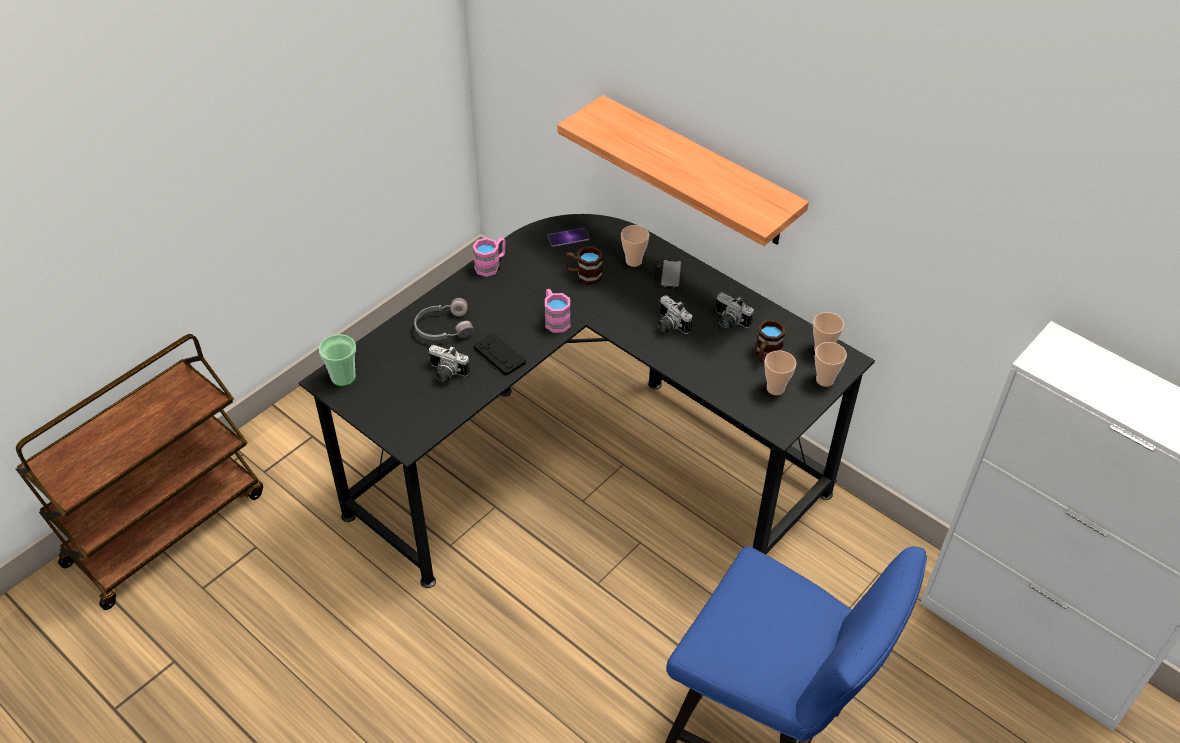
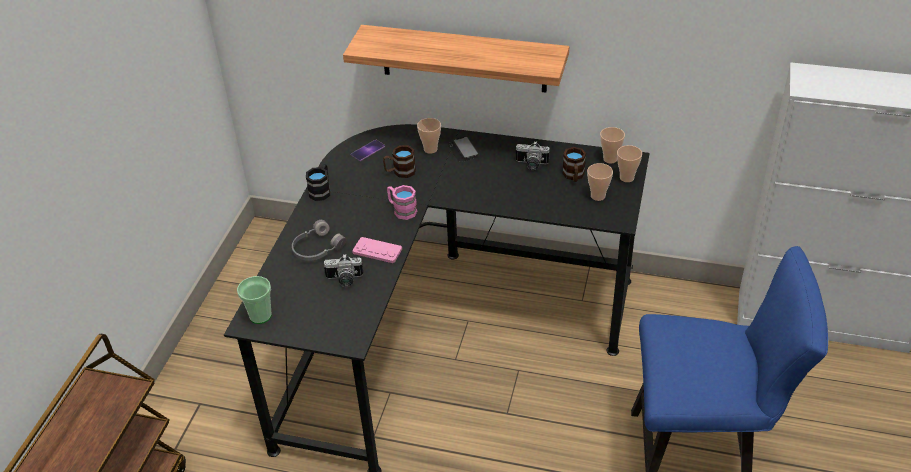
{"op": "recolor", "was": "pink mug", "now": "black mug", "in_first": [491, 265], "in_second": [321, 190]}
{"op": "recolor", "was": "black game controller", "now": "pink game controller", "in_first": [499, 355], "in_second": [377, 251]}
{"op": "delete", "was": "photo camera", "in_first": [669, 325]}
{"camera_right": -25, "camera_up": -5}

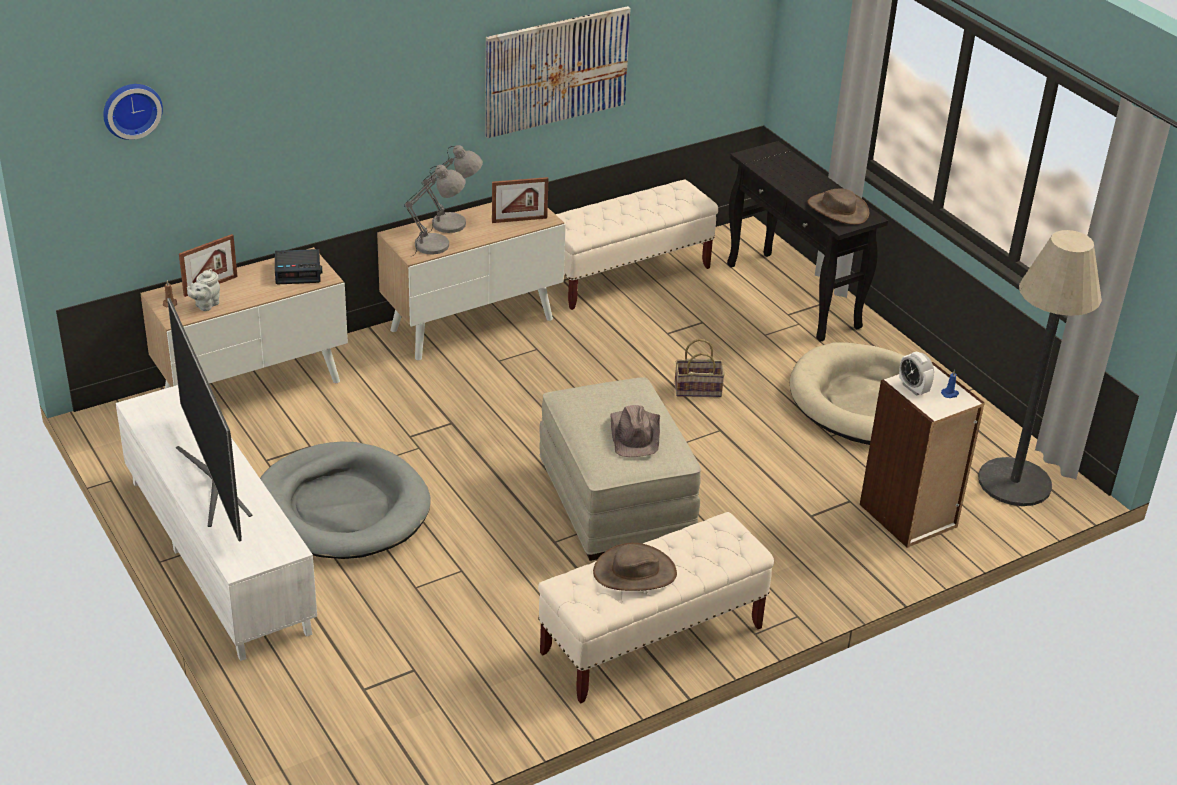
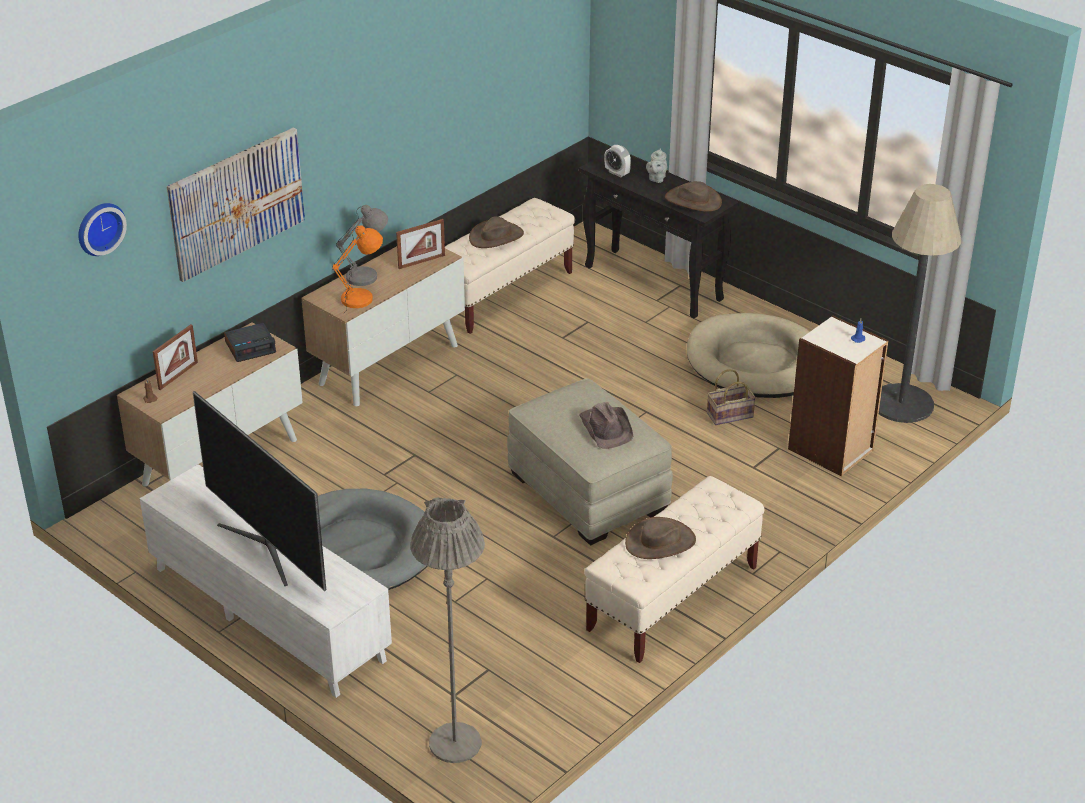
{"op": "move", "was": "grey teapot", "in_first": [205, 305], "in_second": [656, 179]}
{"op": "recolor", "was": "grey table lamp", "now": "orange table lamp", "in_first": [437, 245], "in_second": [361, 298]}
{"op": "move", "was": "picture", "in_first": [556, 71], "in_second": [237, 203]}
{"op": "move", "was": "basket", "in_first": [699, 389], "in_second": [730, 414]}
{"op": "move", "was": "alarm clock", "in_first": [913, 388], "in_second": [617, 173]}
{"op": "insert", "now": "grey floor lamp", "in_second": [455, 743]}
{"op": "insert", "now": "brown hat", "in_second": [496, 236]}
{"camera_right": -15, "camera_up": 0}

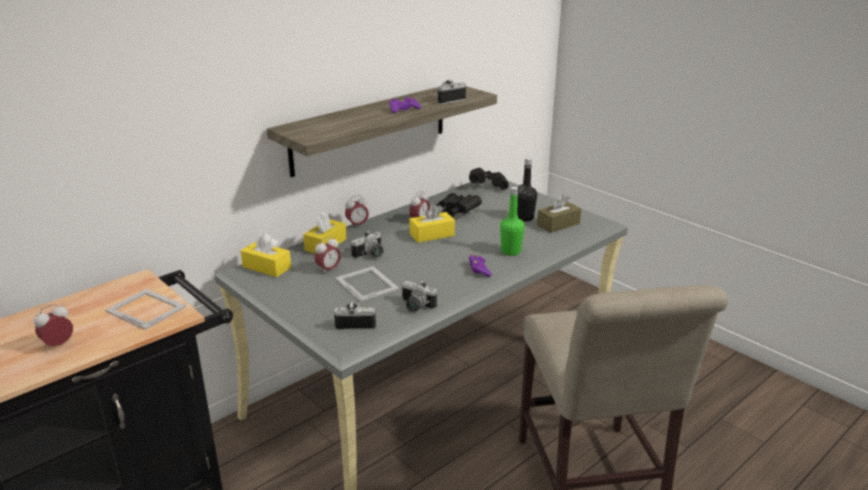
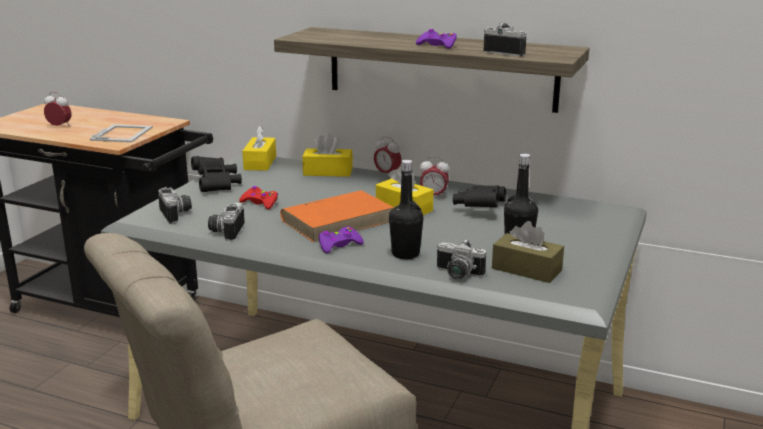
{"op": "delete", "was": "alarm clock", "in_first": [328, 270]}
{"op": "replace", "was": "picture frame", "now": "red game controller", "in_first": [367, 283], "in_second": [260, 203]}
{"op": "move", "was": "photo camera", "in_first": [370, 255], "in_second": [457, 275]}
{"op": "move", "was": "black binoculars", "in_first": [488, 185], "in_second": [217, 184]}
{"op": "recolor", "was": "green bottle", "now": "black bottle", "in_first": [511, 251], "in_second": [405, 254]}
{"op": "insert", "now": "orange book", "in_second": [338, 220]}
{"camera_right": 65, "camera_up": -5}

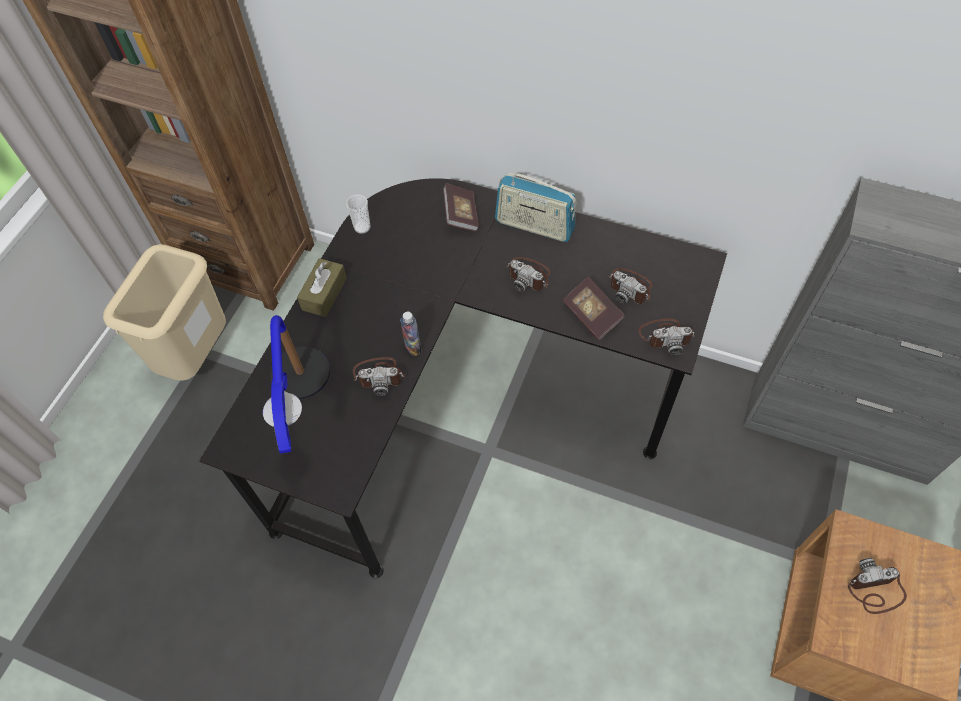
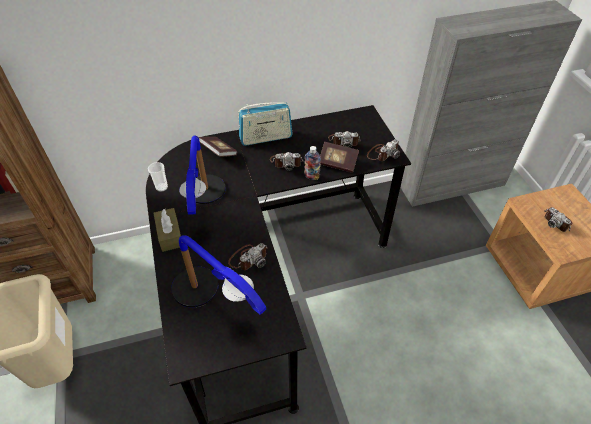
{"op": "move", "was": "bottle", "in_first": [413, 347], "in_second": [312, 176]}
{"op": "rotate", "was": "photo camera", "in_first": [875, 590], "in_second": [557, 221], "clockwise": -75}
{"op": "insert", "now": "table lamp", "in_second": [205, 206]}
{"camera_right": -40, "camera_up": -10}

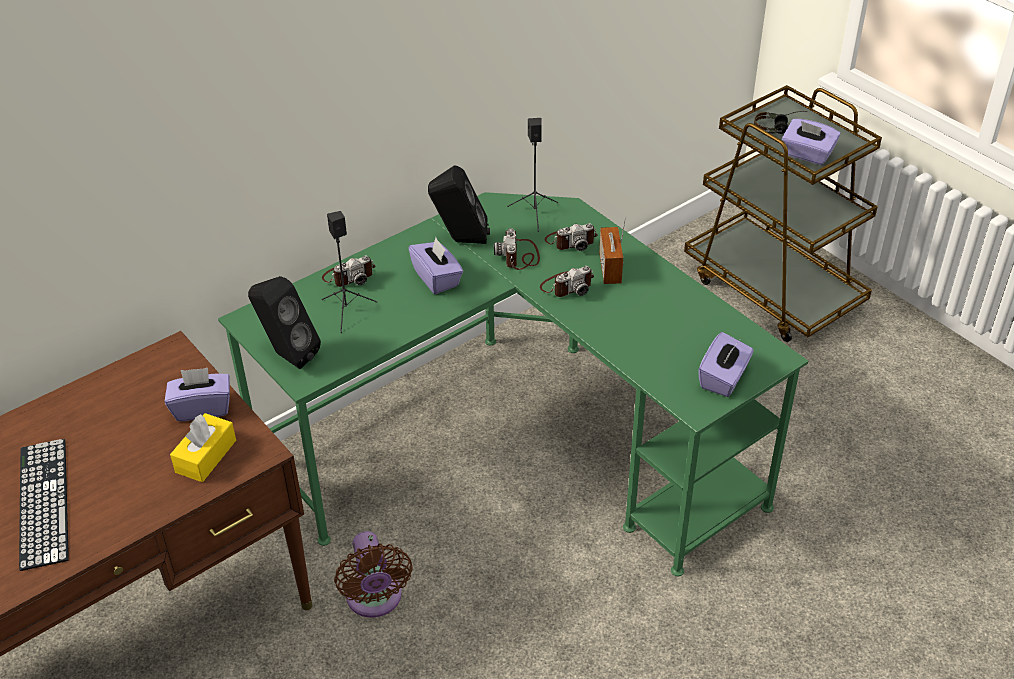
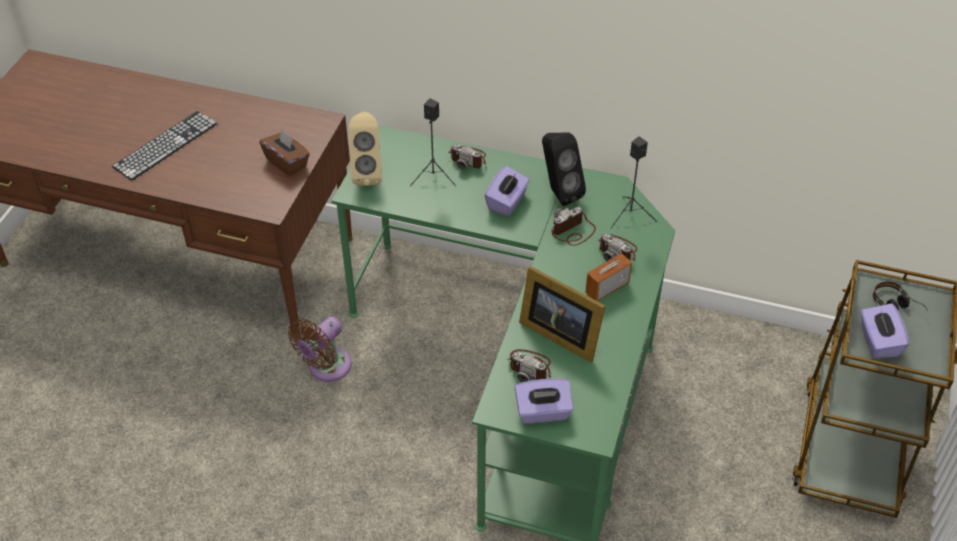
{"op": "recolor", "was": "purple tissue box", "now": "brown tissue box", "in_first": [202, 408], "in_second": [287, 162]}
{"op": "delete", "was": "yellow tissue box", "in_first": [206, 456]}
{"op": "recolor", "was": "black speaker", "now": "beige speaker", "in_first": [287, 355], "in_second": [368, 173]}
{"op": "move", "was": "photo camera", "in_first": [567, 286], "in_second": [530, 367]}
{"op": "insert", "now": "picture frame", "in_second": [559, 333]}
{"camera_right": 55, "camera_up": 5}

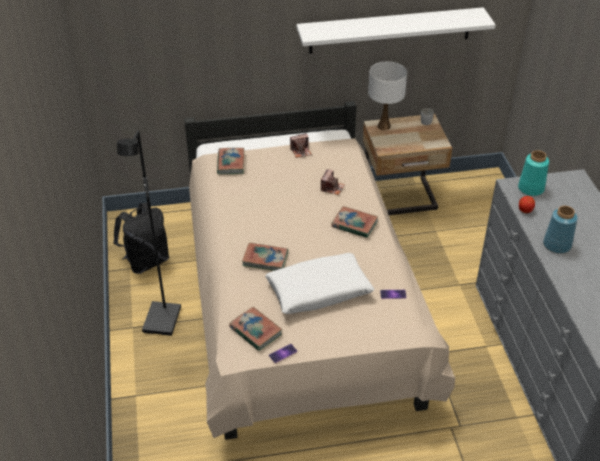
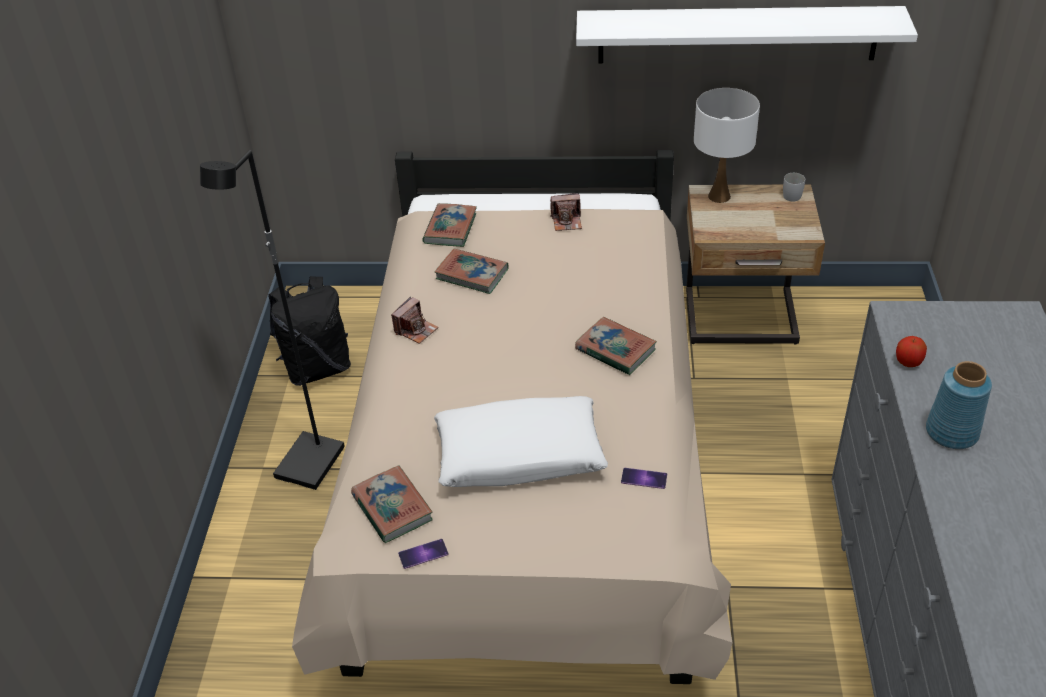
{"op": "move", "was": "book", "in_first": [265, 259], "in_second": [472, 274]}
{"op": "move", "was": "photo camera", "in_first": [332, 188], "in_second": [416, 330]}
{"op": "delete", "was": "turquoise vase", "in_first": [530, 188]}
{"camera_right": 15, "camera_up": 0}

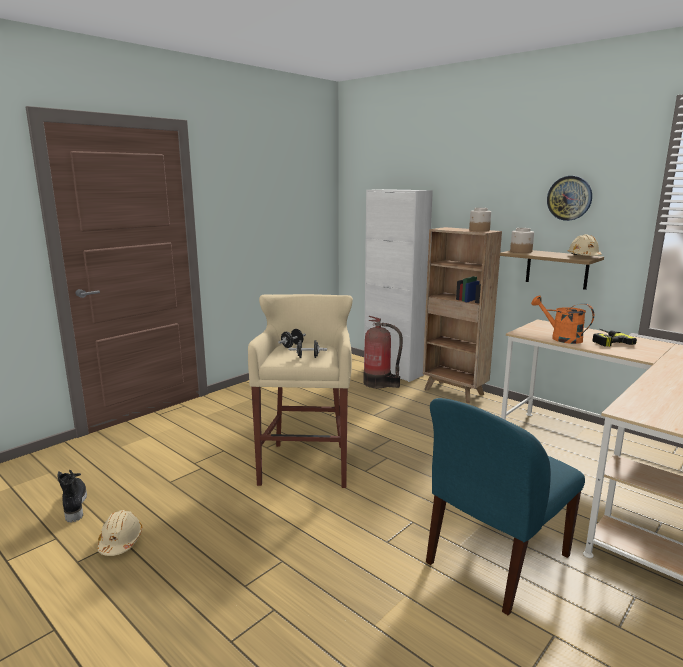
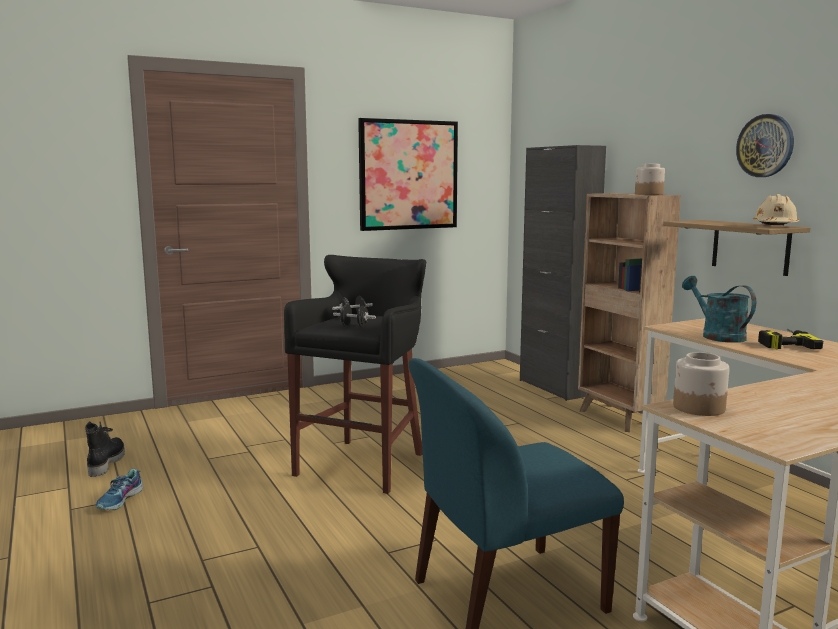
{"op": "replace", "was": "beige hard hat", "now": "shoe", "in_first": [120, 541], "in_second": [120, 500]}
{"op": "recolor", "was": "beige stool", "now": "black stool", "in_first": [306, 463], "in_second": [364, 463]}
{"op": "recolor", "was": "white cabinet", "now": "black cabinet", "in_first": [393, 371], "in_second": [555, 387]}
{"op": "delete", "was": "fire extinguisher", "in_first": [379, 383]}
{"op": "move", "was": "jar", "in_first": [521, 251], "in_second": [699, 408]}
{"op": "recolor", "was": "orange watering can", "now": "turquoise watering can", "in_first": [561, 338], "in_second": [717, 336]}
{"op": "insert", "now": "picture", "in_second": [408, 175]}
{"camera_right": 20, "camera_up": -5}

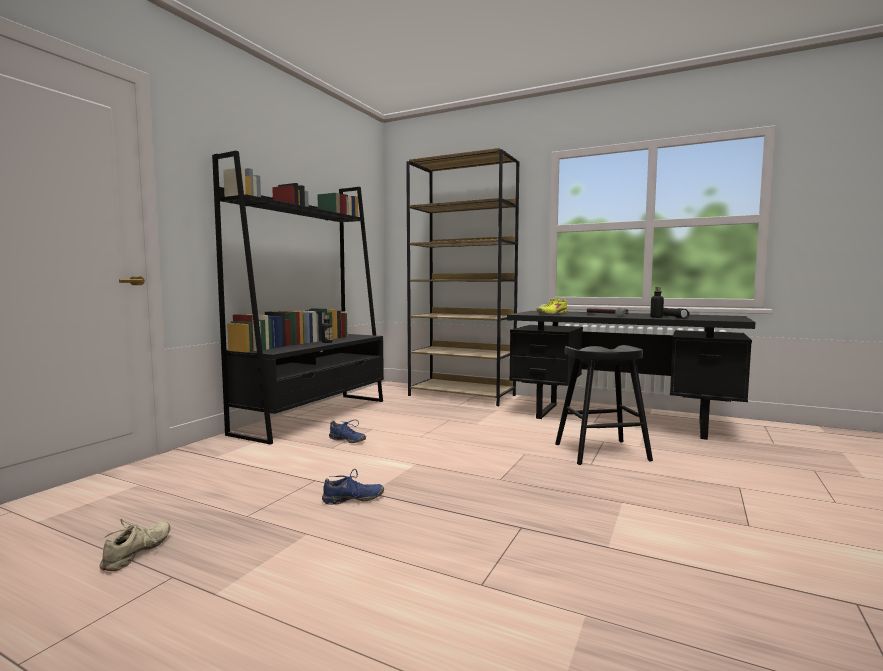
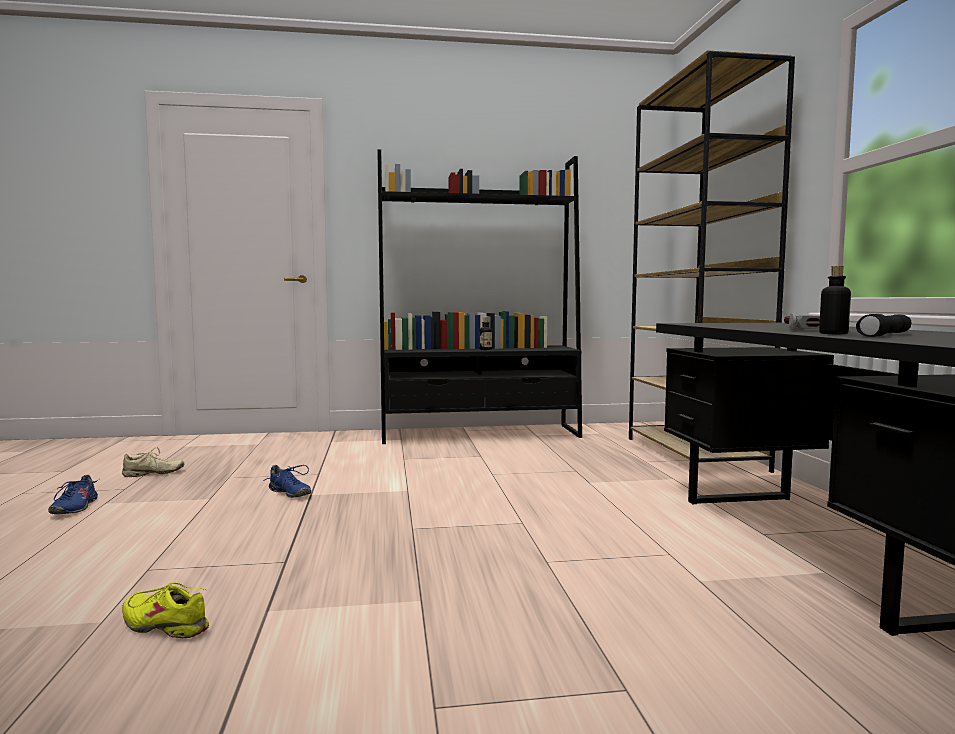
{"op": "move", "was": "blue shoe", "in_first": [347, 440], "in_second": [74, 508]}
{"op": "move", "was": "yellow shoe", "in_first": [552, 314], "in_second": [165, 625]}
{"op": "delete", "was": "black stool", "in_first": [601, 452]}
{"camera_right": 55, "camera_up": 0}

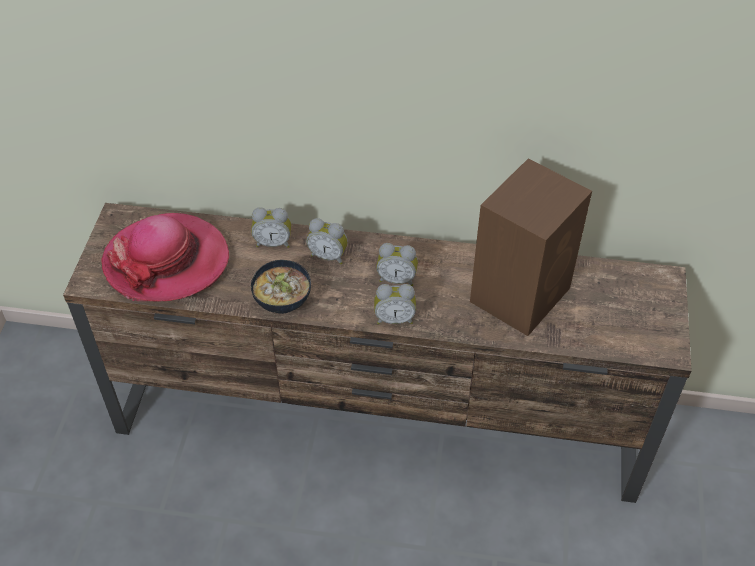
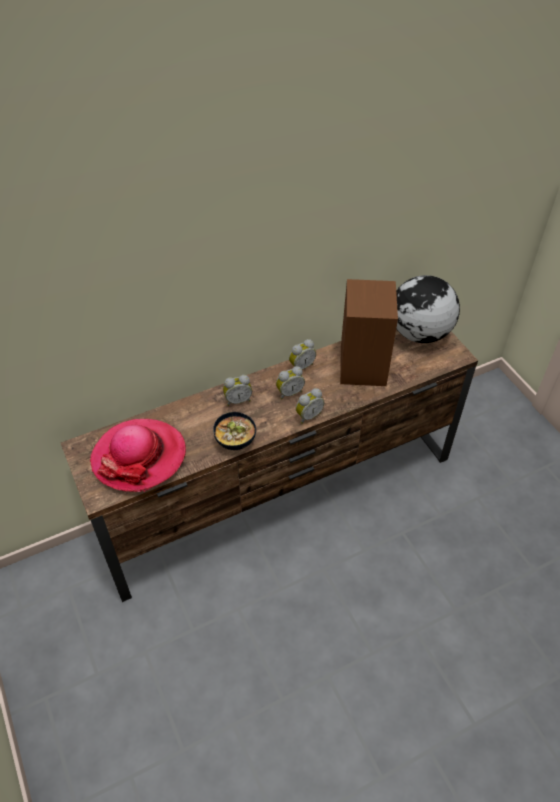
{"op": "move", "was": "alarm clock", "in_first": [273, 242], "in_second": [301, 366]}
{"op": "insert", "now": "globe", "in_second": [419, 333]}
{"camera_right": -35, "camera_up": 0}

